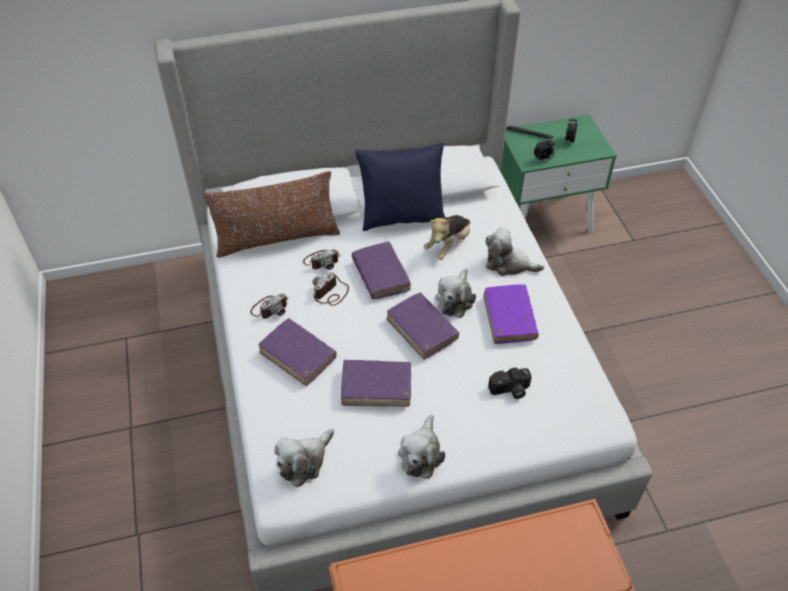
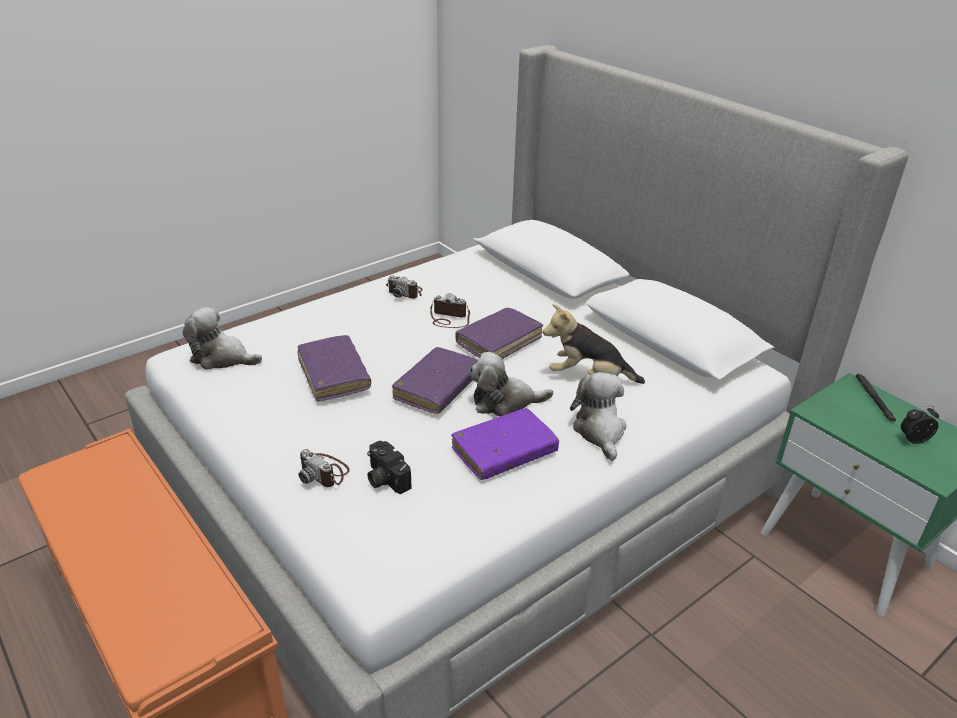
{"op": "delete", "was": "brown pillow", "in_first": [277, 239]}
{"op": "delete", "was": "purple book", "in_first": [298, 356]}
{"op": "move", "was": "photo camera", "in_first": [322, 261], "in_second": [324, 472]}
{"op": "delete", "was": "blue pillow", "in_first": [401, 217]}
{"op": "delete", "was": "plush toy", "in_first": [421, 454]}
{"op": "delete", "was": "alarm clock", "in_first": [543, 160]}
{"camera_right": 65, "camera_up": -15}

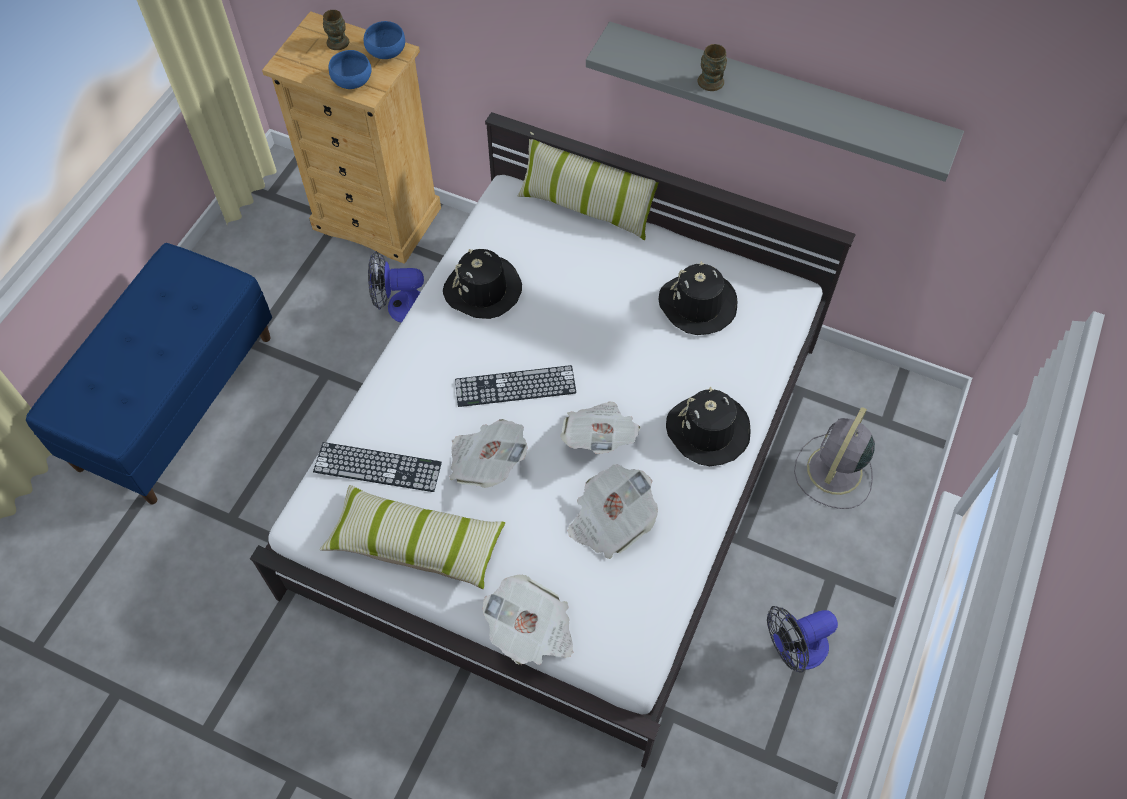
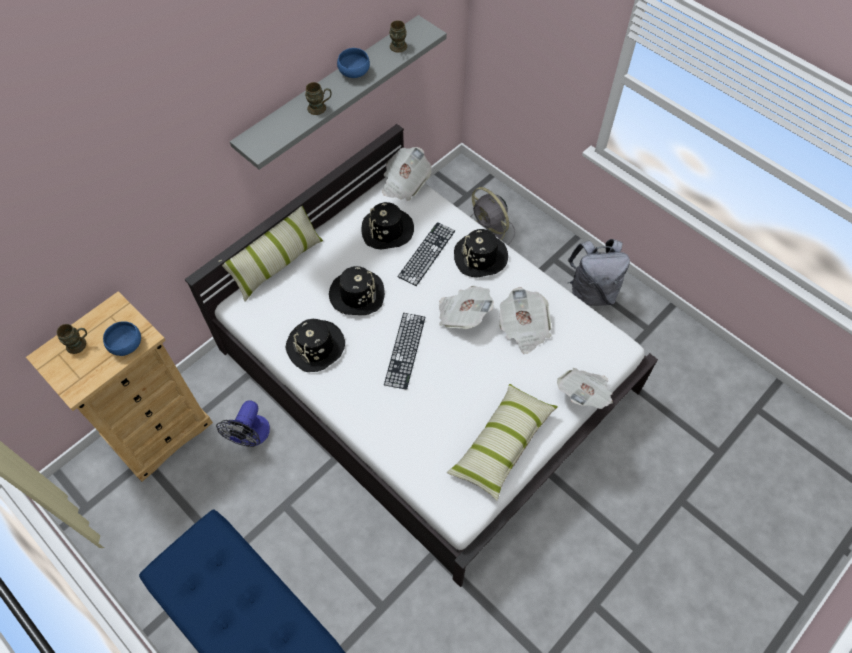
{"op": "move", "was": "keyboard", "in_first": [377, 467], "in_second": [426, 253]}
{"op": "move", "was": "blue bowl", "in_first": [386, 52], "in_second": [354, 73]}
{"op": "move", "was": "newspaper", "in_first": [486, 462], "in_second": [404, 183]}
{"op": "replace", "was": "fan", "now": "grey backpack", "in_first": [794, 649], "in_second": [590, 293]}
{"op": "insert", "now": "black hat", "in_second": [357, 294]}
{"op": "insert", "now": "brown mug", "in_second": [398, 49]}
{"camera_right": -70, "camera_up": 0}

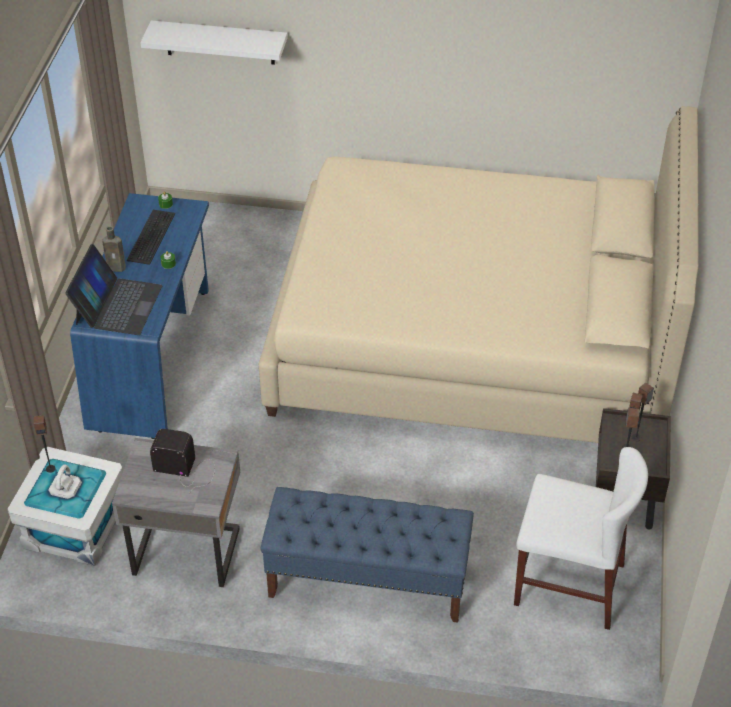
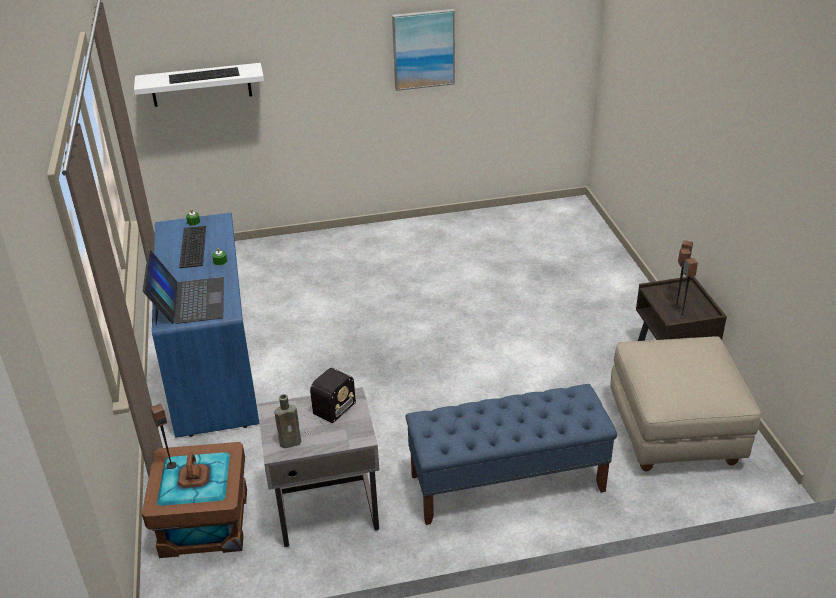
{"op": "recolor", "was": "white storage box", "now": "brown storage box", "in_first": [75, 527], "in_second": [205, 522]}
{"op": "move", "was": "brown bottle", "in_first": [118, 268], "in_second": [292, 442]}
{"op": "rotate", "was": "radio", "in_first": [186, 469], "in_second": [323, 415], "clockwise": 135}
{"op": "delete", "was": "beige bed", "in_first": [473, 341]}
{"op": "replace", "was": "white chair", "now": "beige ottoman", "in_first": [569, 584], "in_second": [675, 433]}
{"op": "insert", "now": "keyboard", "in_second": [204, 75]}
{"op": "insert", "now": "picture", "in_second": [423, 49]}
{"camera_right": -20, "camera_up": -10}

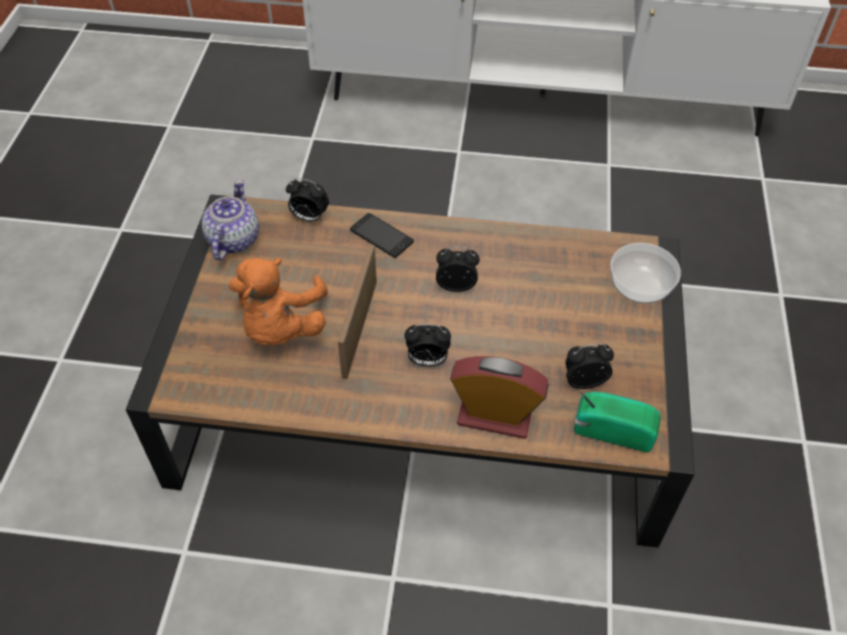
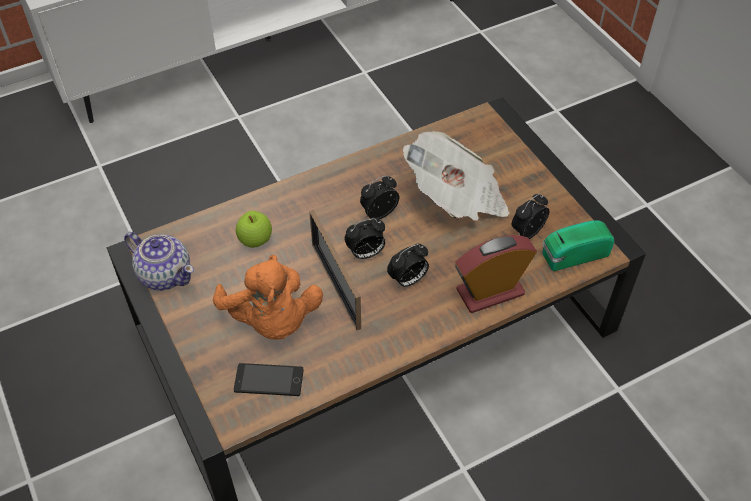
{"op": "rotate", "was": "teapot", "in_first": [232, 240], "in_second": [165, 274], "clockwise": 150}
{"op": "move", "was": "alarm clock", "in_first": [309, 217], "in_second": [365, 253]}
{"op": "move", "was": "phone", "in_first": [381, 236], "in_second": [269, 380]}
{"op": "delete", "was": "bowl", "in_first": [639, 285]}
{"op": "insert", "now": "apple", "in_second": [255, 240]}
{"op": "insert", "now": "newspaper", "in_second": [456, 198]}
{"camera_right": -35, "camera_up": 0}

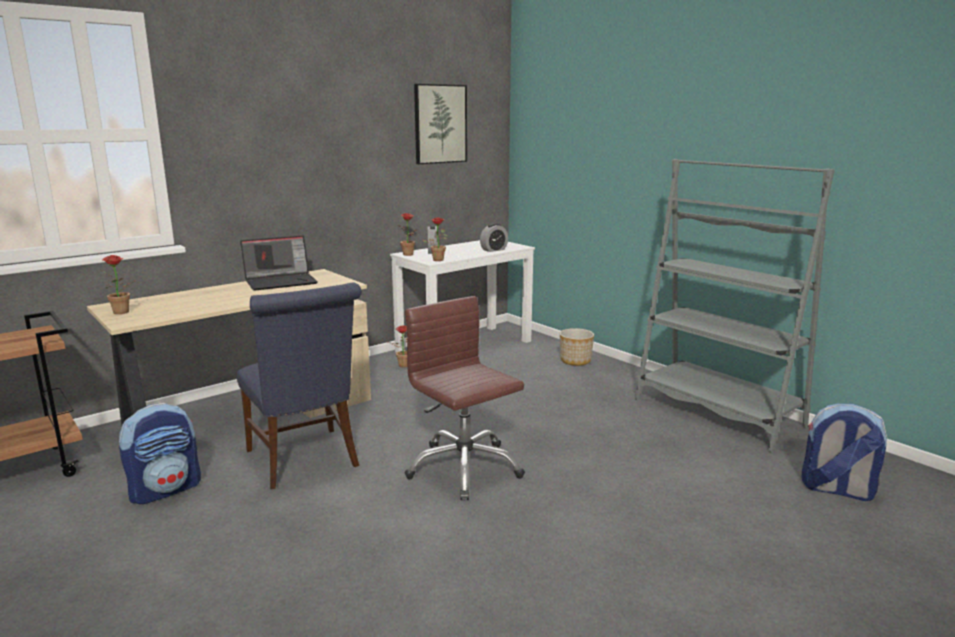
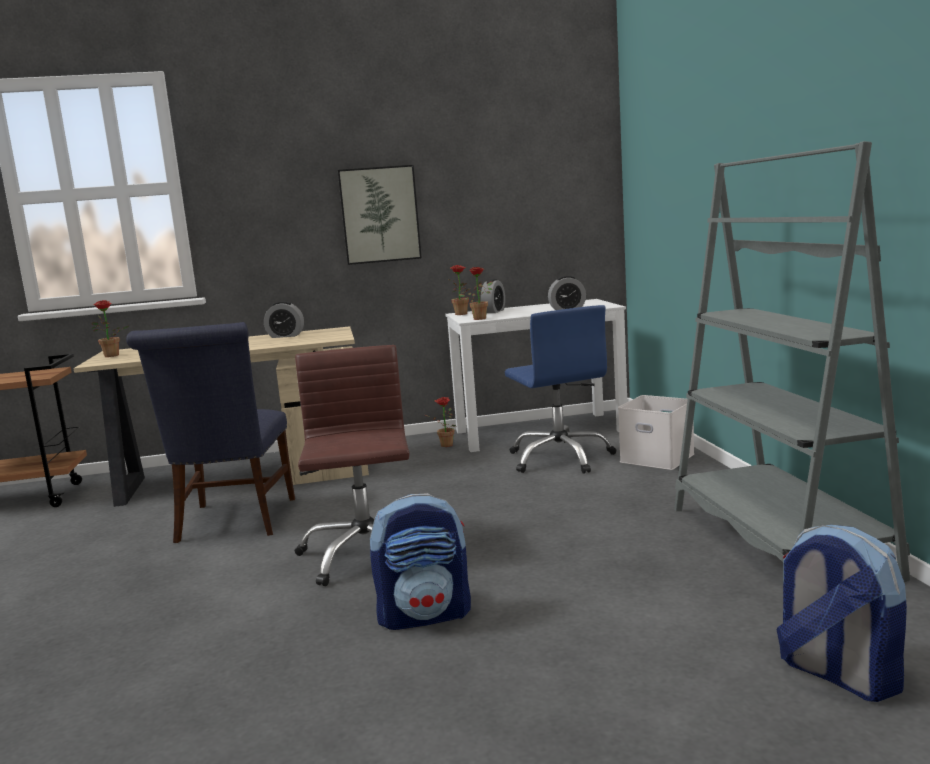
{"op": "move", "was": "backpack", "in_first": [166, 489], "in_second": [425, 615]}
{"op": "replace", "was": "laptop", "now": "alarm clock", "in_first": [281, 281], "in_second": [285, 336]}
{"op": "move", "was": "picture", "in_first": [440, 124], "in_second": [380, 215]}
{"op": "replace", "was": "planter", "now": "white storage box", "in_first": [575, 361], "in_second": [655, 458]}
{"op": "insert", "now": "blue office chair", "in_second": [560, 458]}
{"camera_right": 30, "camera_up": -5}

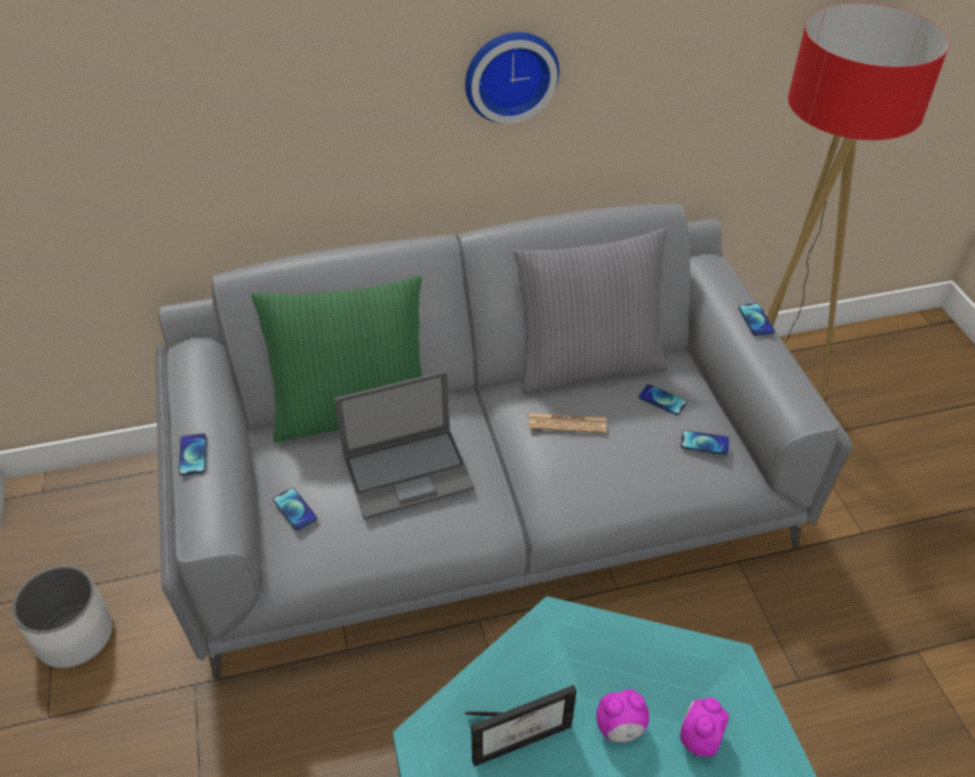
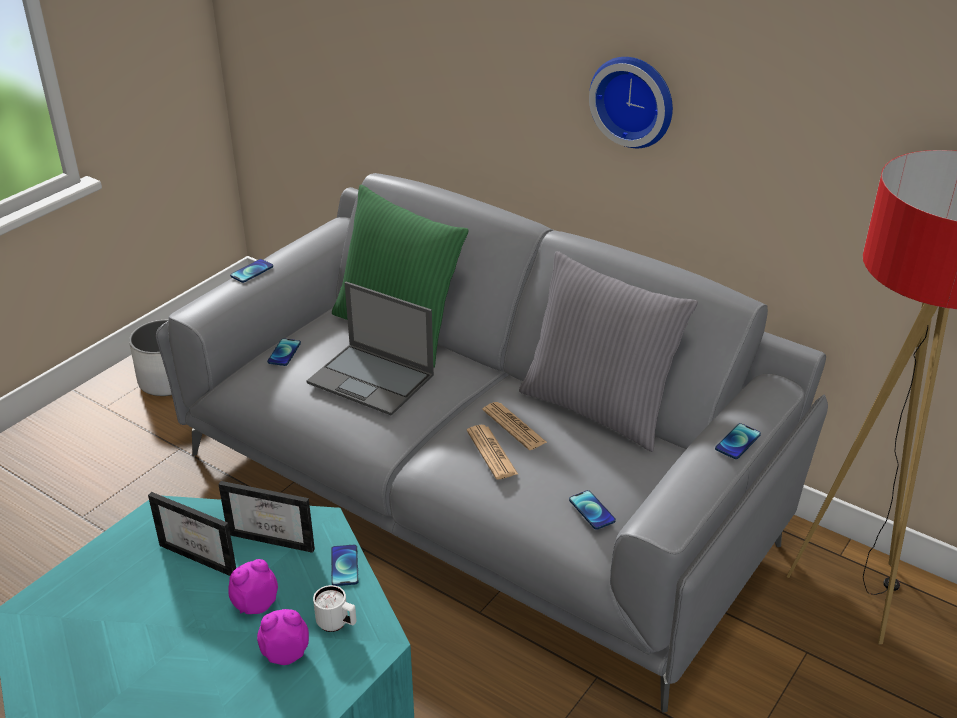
{"op": "rotate", "was": "alarm clock", "in_first": [620, 729], "in_second": [255, 604], "clockwise": 105}
{"op": "move", "was": "phone", "in_first": [662, 400], "in_second": [344, 566]}
{"op": "insert", "now": "picture frame", "in_second": [276, 536]}
{"op": "insert", "now": "white mug", "in_second": [337, 624]}
{"op": "insert", "now": "newspaper", "in_second": [491, 452]}
{"camera_right": 50, "camera_up": -10}

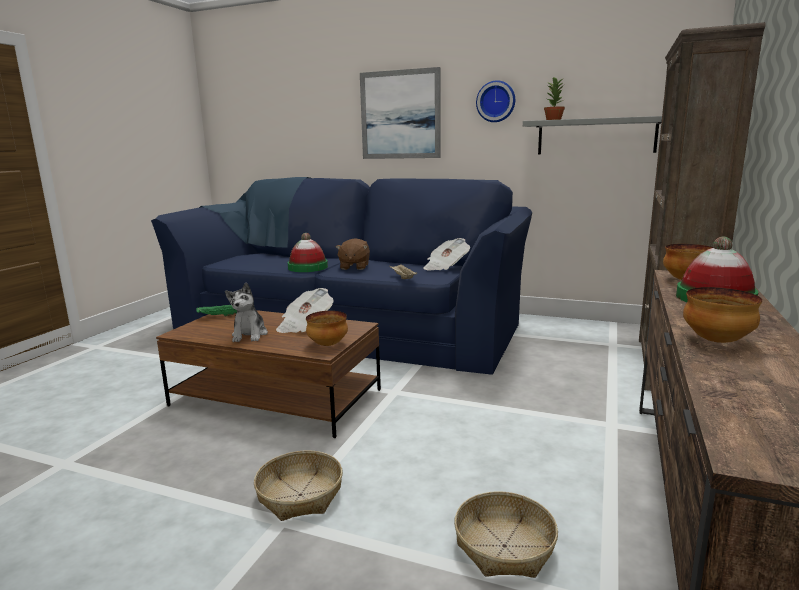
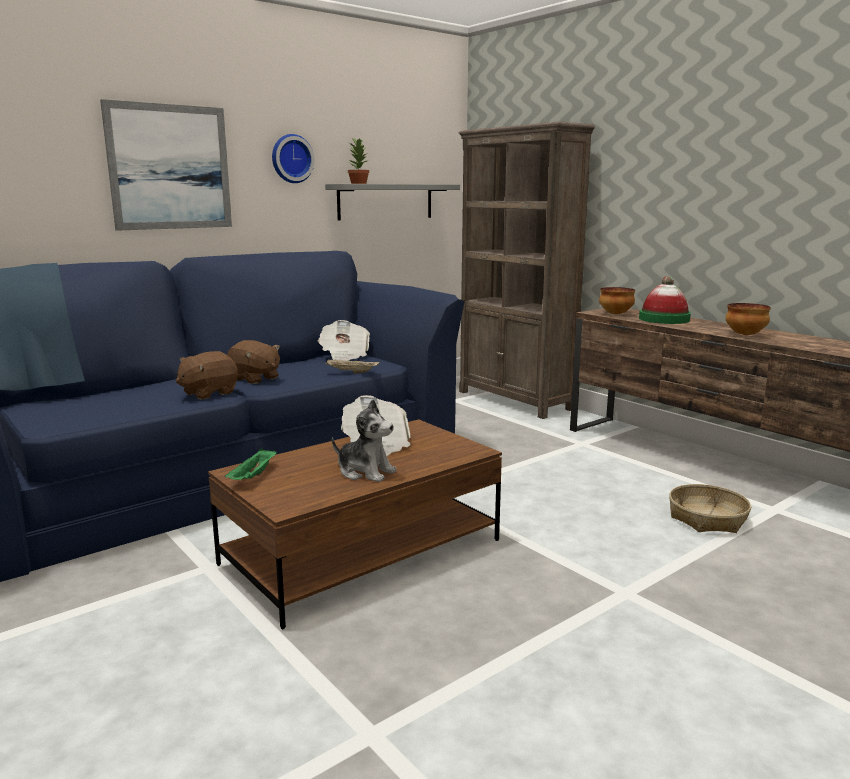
{"op": "delete", "was": "basket", "in_first": [300, 495]}
{"op": "replace", "was": "hat", "now": "brown plush toy", "in_first": [308, 267], "in_second": [208, 393]}
{"op": "delete", "was": "bowl", "in_first": [327, 344]}
{"camera_right": -60, "camera_up": 0}

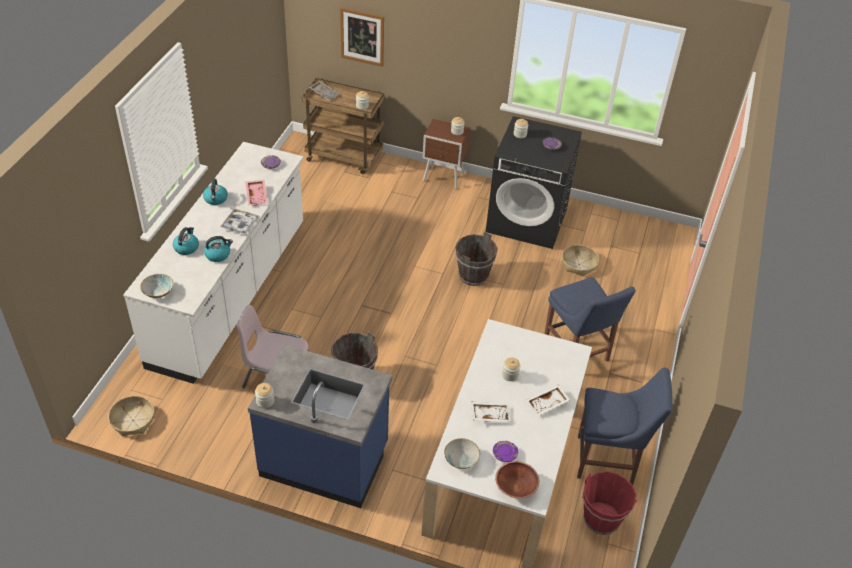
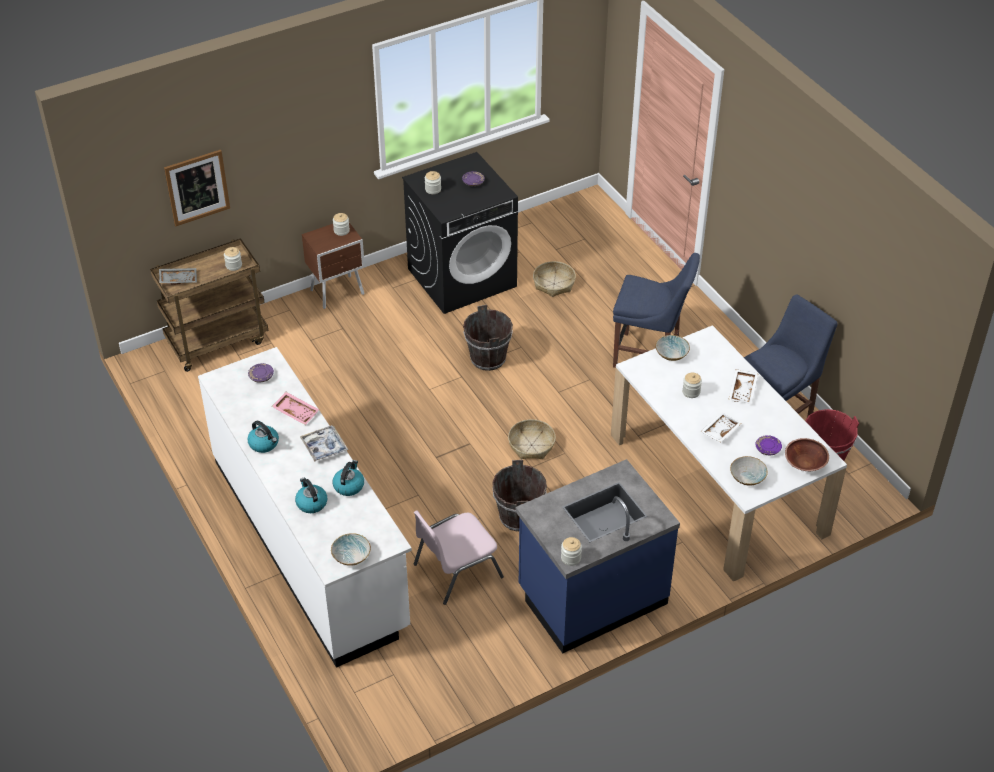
{"op": "move", "was": "basket", "in_first": [133, 420], "in_second": [531, 445]}
{"op": "insert", "now": "bowl", "in_second": [672, 354]}
{"camera_right": -45, "camera_up": 0}

